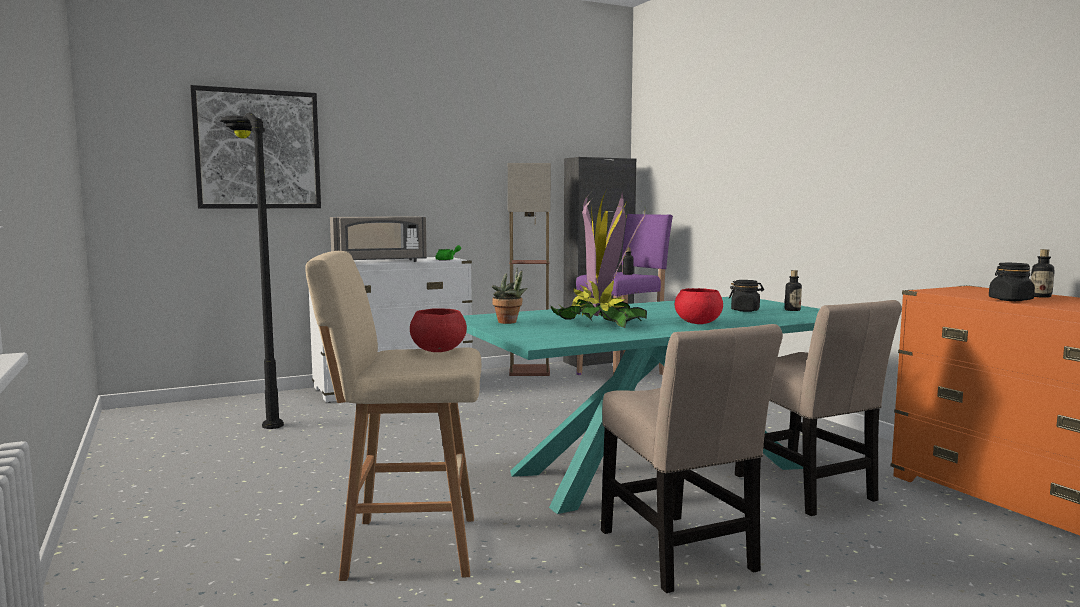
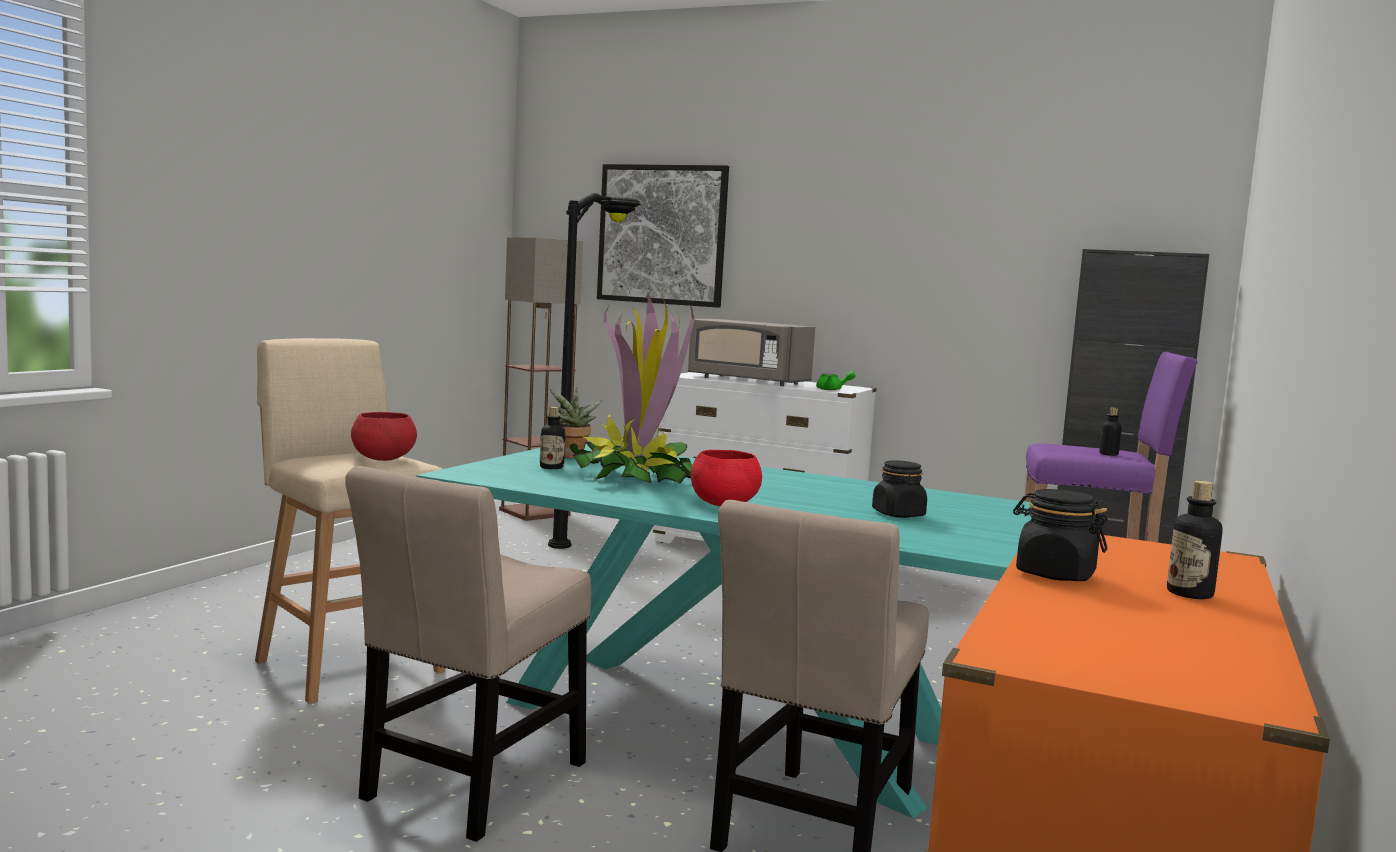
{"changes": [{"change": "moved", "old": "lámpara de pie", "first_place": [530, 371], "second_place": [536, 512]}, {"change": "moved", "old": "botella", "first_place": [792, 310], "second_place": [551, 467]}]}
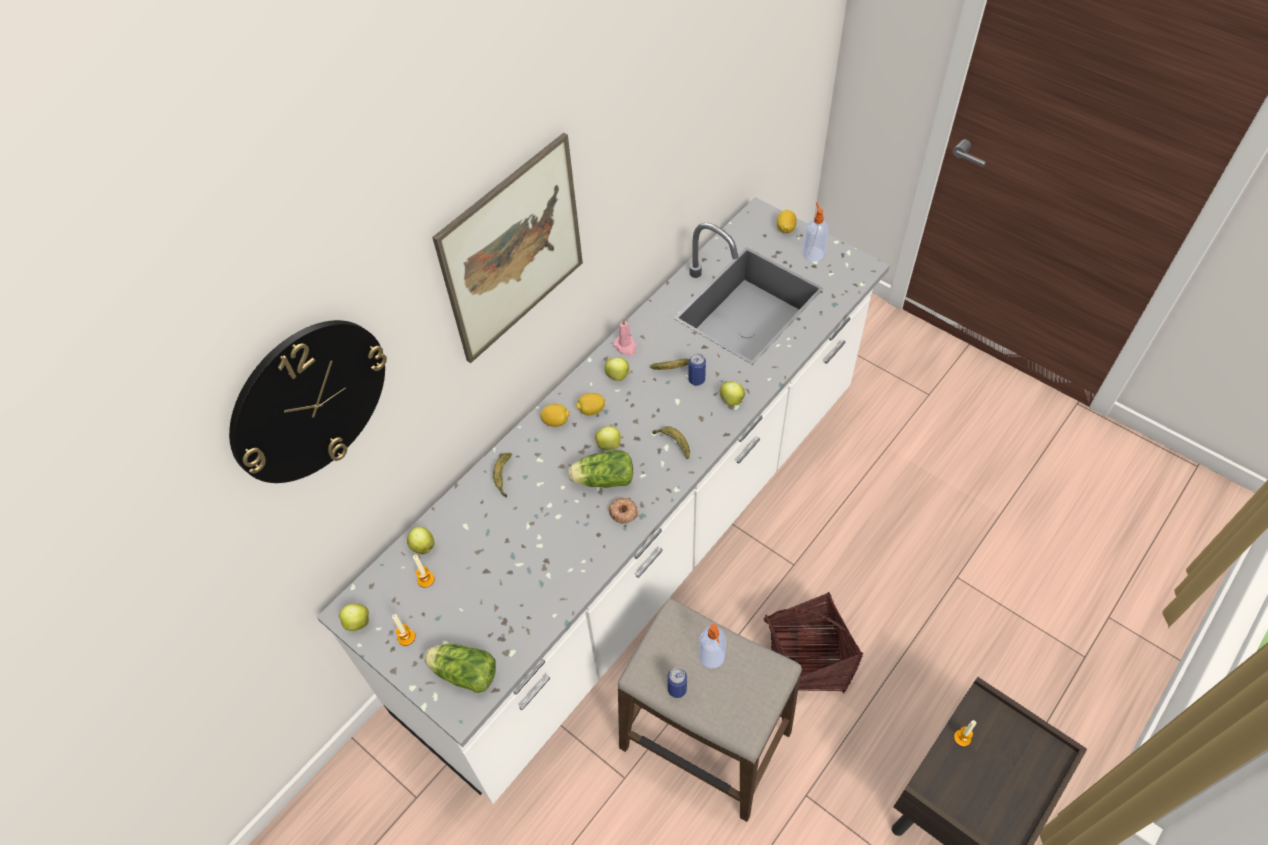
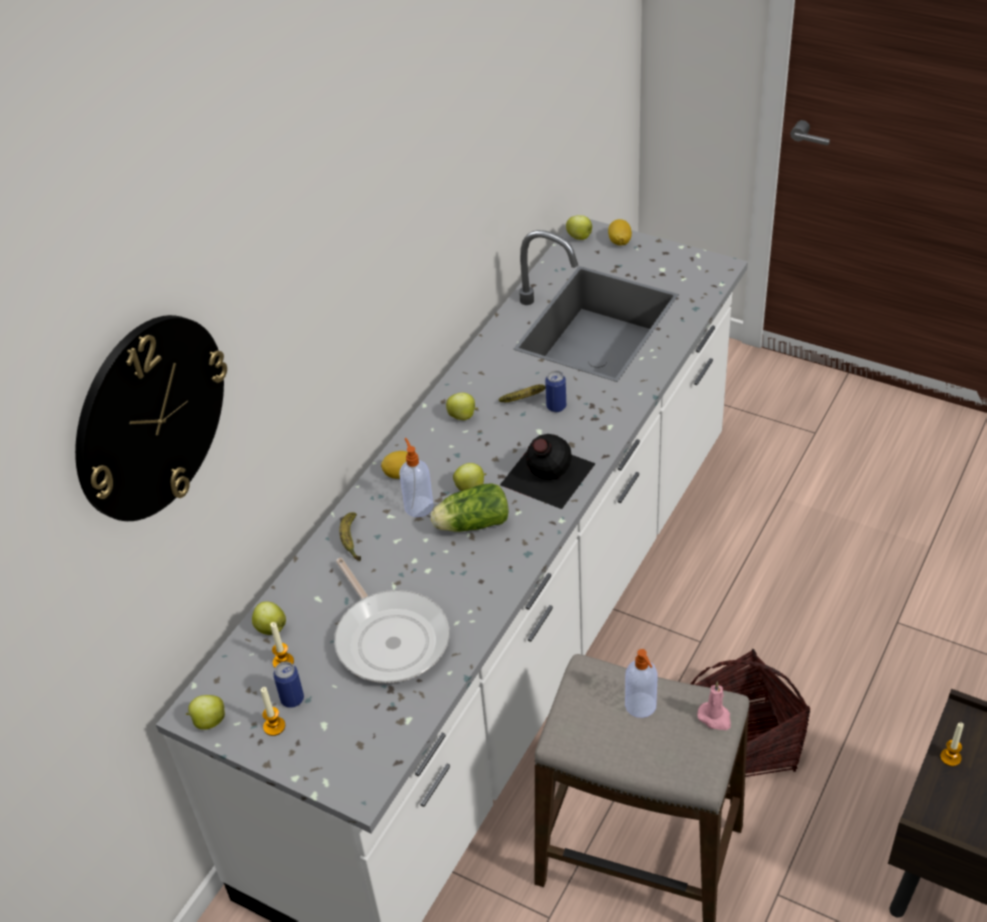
{"changes": [{"change": "moved", "old": "lata", "first_place": [677, 689], "second_place": [292, 699]}, {"change": "added", "new": "sartén", "second_place": [390, 638]}, {"change": "moved", "old": "dispensador de jabón", "first_place": [813, 253], "second_place": [418, 506]}, {"change": "replaced", "old": "plátano", "new": "botella/negro", "first_place": [673, 443], "second_place": [546, 474]}, {"change": "moved", "old": "manzana", "first_place": [732, 401], "second_place": [580, 237]}, {"change": "moved", "old": "vela/rosa", "first_place": [626, 346], "second_place": [715, 717]}, {"change": "removed", "old": "lechuga", "first_place": [462, 672]}, {"change": "removed", "old": "cuadro", "first_place": [513, 250]}, {"change": "removed", "old": "limón", "first_place": [591, 410]}, {"change": "removed", "old": "rosquilla", "first_place": [623, 512]}]}
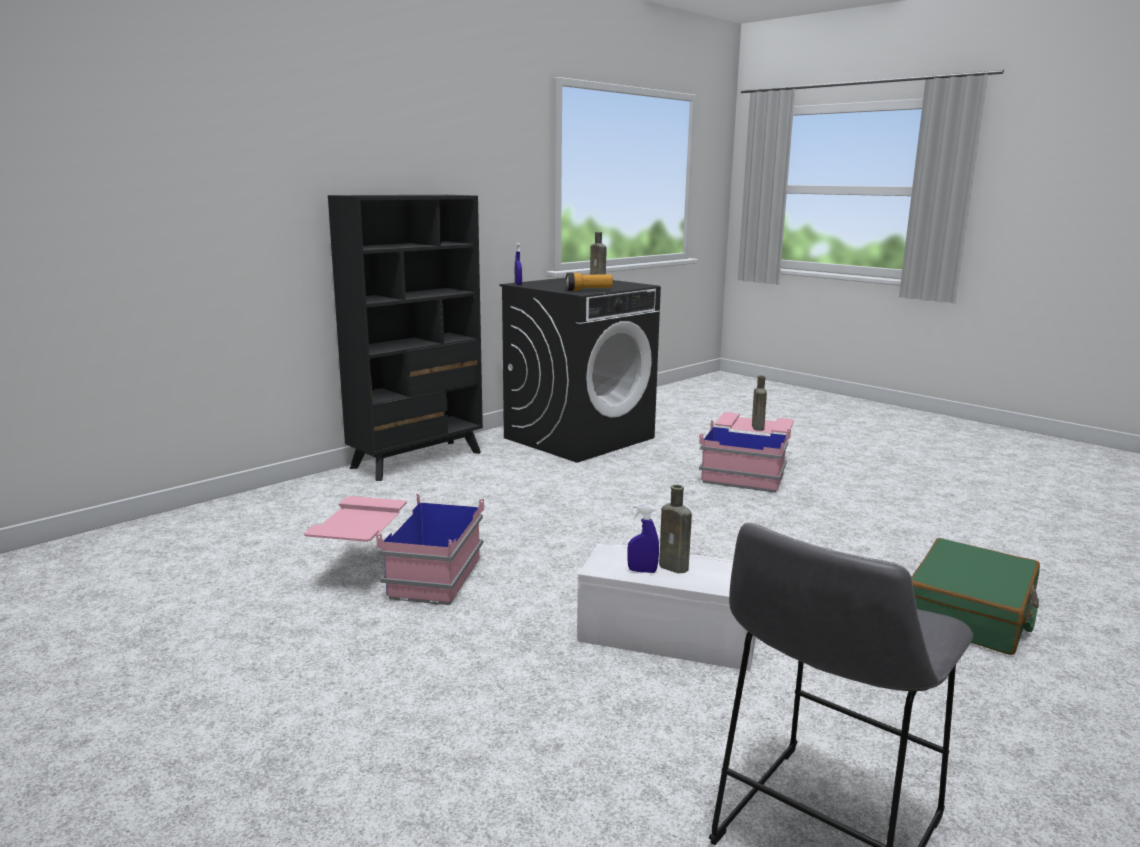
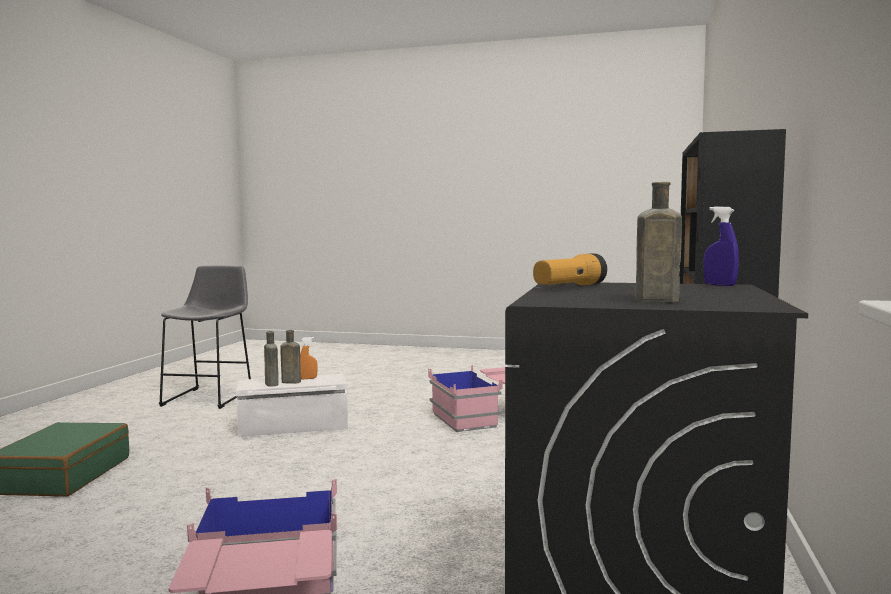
{"changes": [{"change": "moved", "old": "botella/marrón", "first_place": [757, 427], "second_place": [272, 384]}, {"change": "recoloured", "old": "pulverizador/azul", "new": "pulverizador/naranja", "first_place": [642, 571], "second_place": [308, 378]}]}
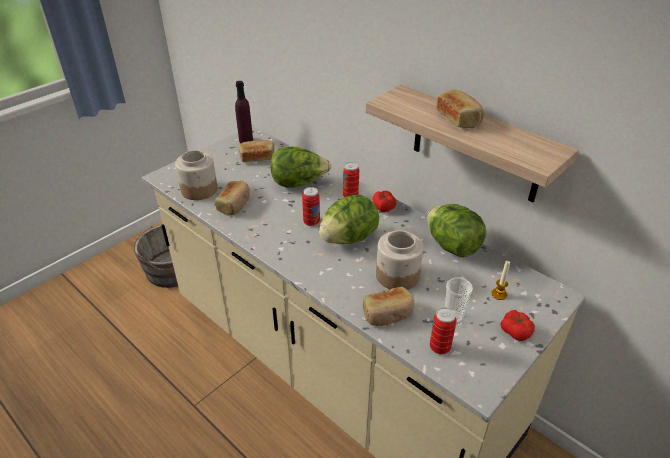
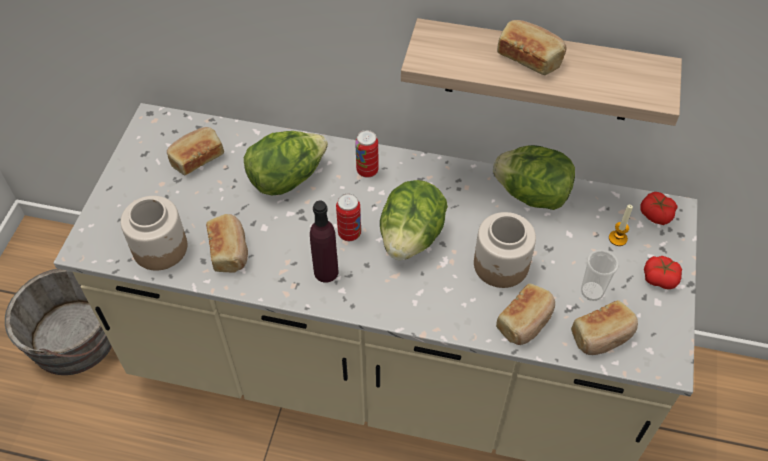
{"changes": [{"change": "moved", "old": "botella/morado", "first_place": [246, 140], "second_place": [326, 272]}, {"change": "replaced", "old": "lata", "new": "pan", "first_place": [439, 347], "second_place": [602, 336]}, {"change": "moved", "old": "tomate", "first_place": [383, 207], "second_place": [656, 214]}]}
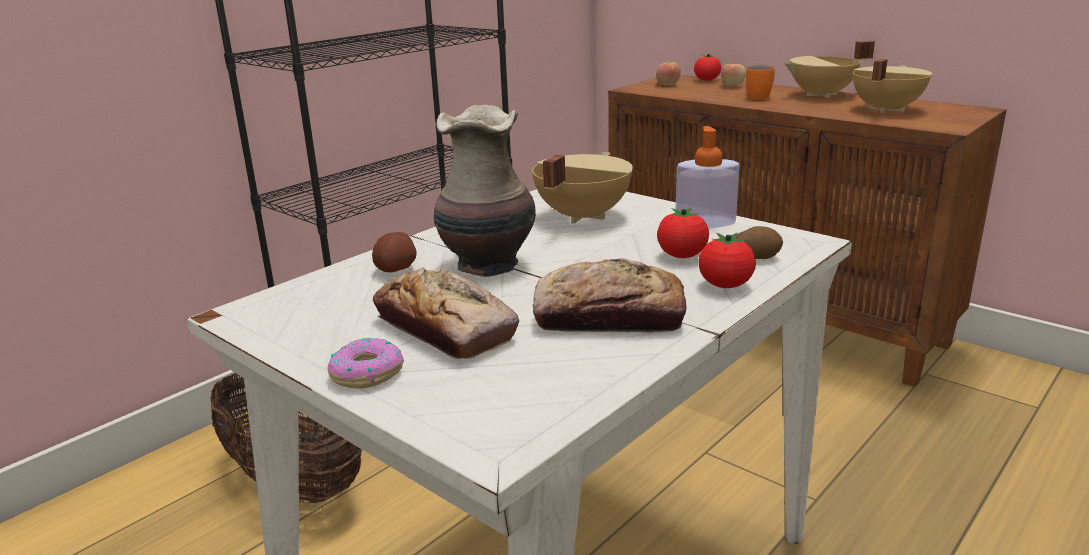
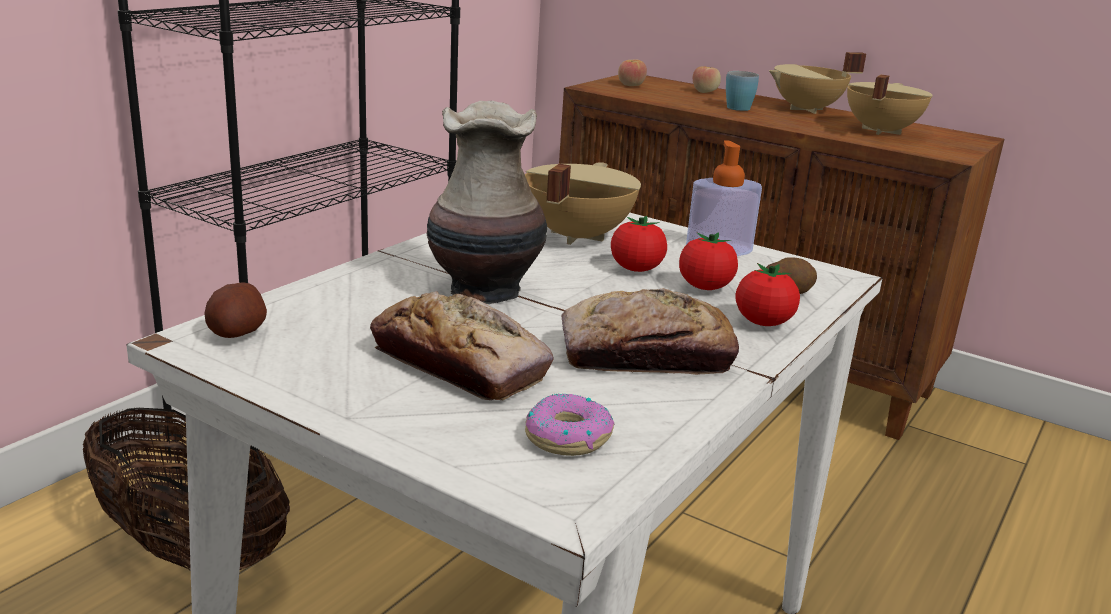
{"changes": [{"change": "moved", "old": "patata", "first_place": [396, 269], "second_place": [238, 332]}, {"change": "moved", "old": "rosquilla", "first_place": [366, 373], "second_place": [567, 436]}, {"change": "moved", "old": "tomate", "first_place": [707, 80], "second_place": [636, 269]}, {"change": "recoloured", "old": "taza grande/naranja", "new": "taza grande/azul", "first_place": [755, 96], "second_place": [735, 106]}]}
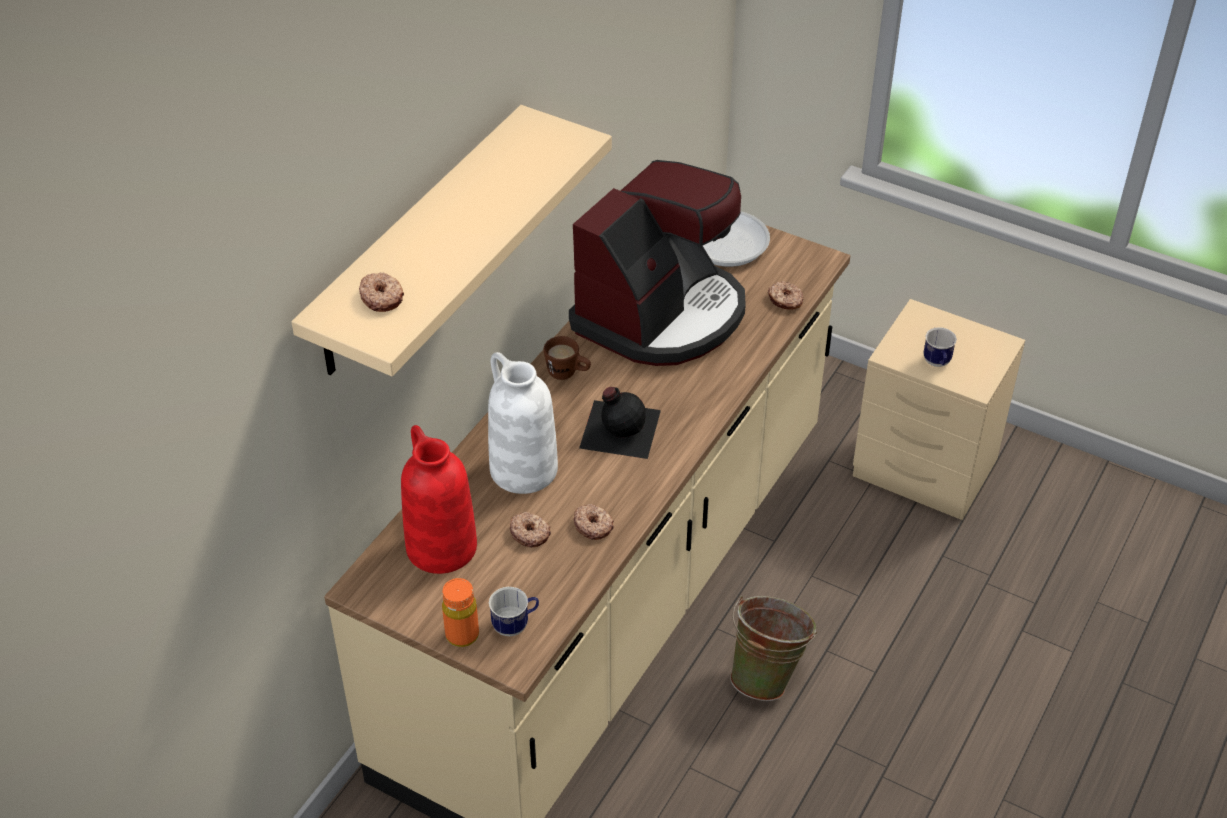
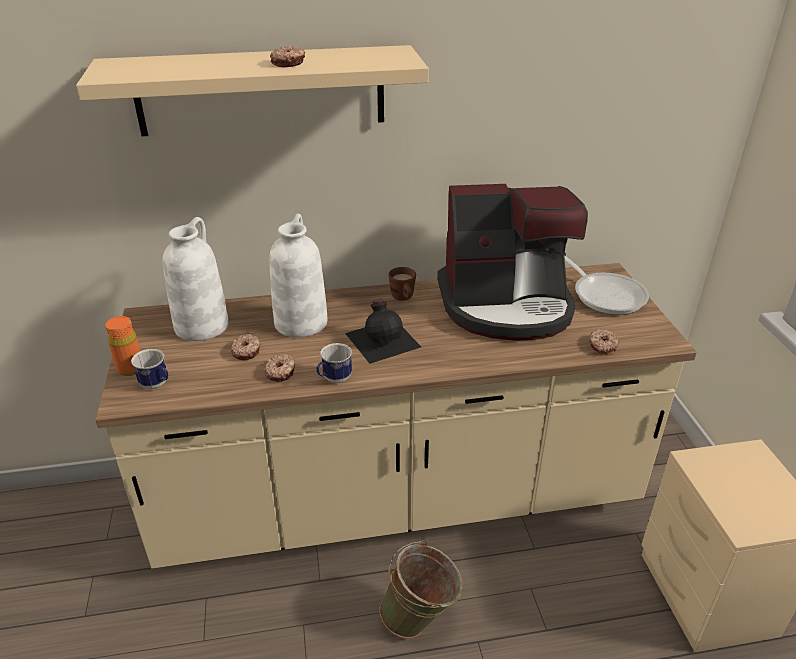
{"changes": [{"change": "recoloured", "old": "florero/rojo", "new": "florero/blanco", "first_place": [440, 546], "second_place": [201, 325]}, {"change": "moved", "old": "rosquilla", "first_place": [382, 297], "second_place": [289, 63]}, {"change": "moved", "old": "taza grande", "first_place": [937, 364], "second_place": [334, 379]}]}
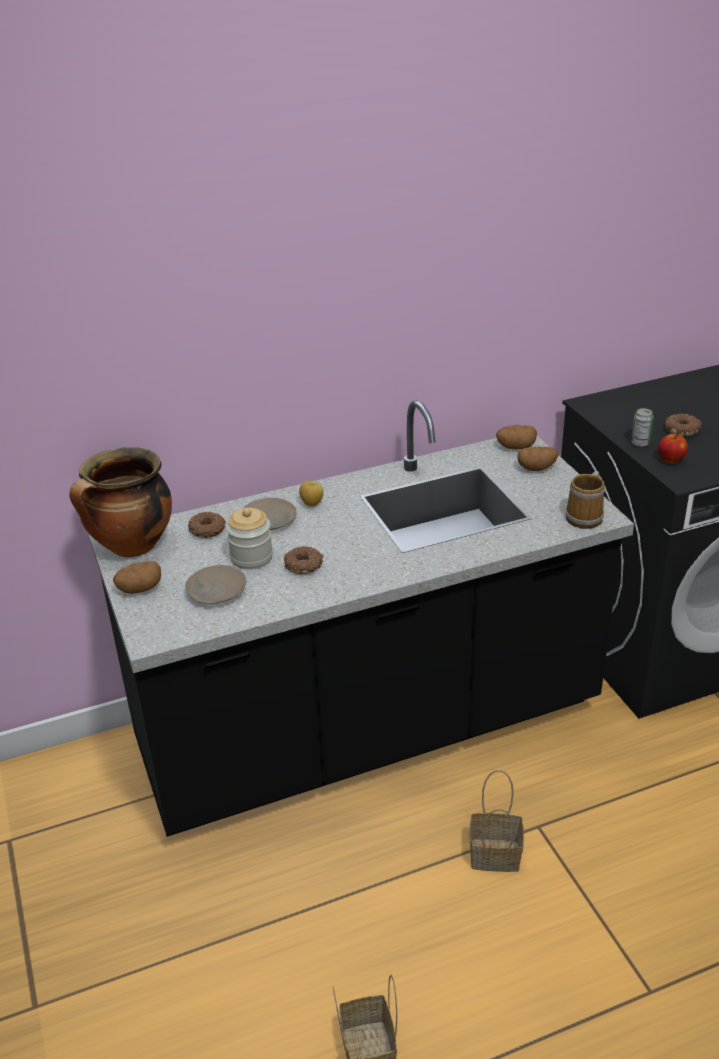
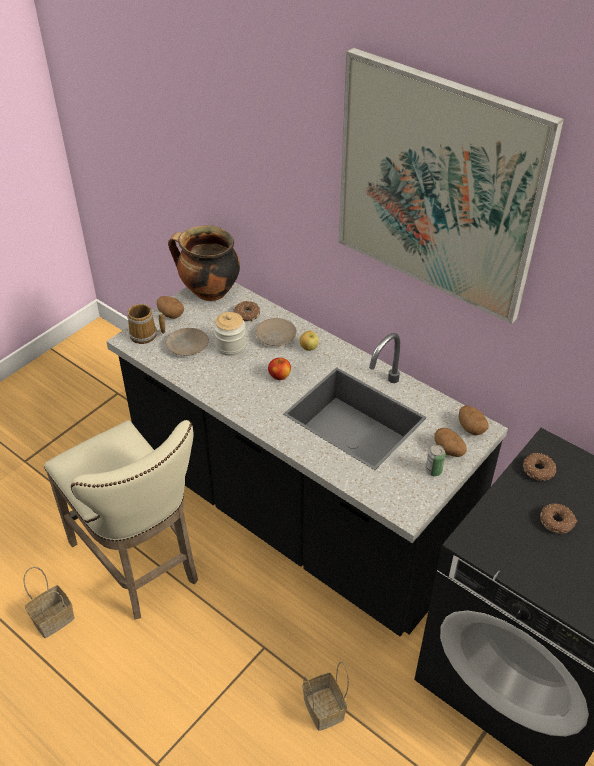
{"changes": [{"change": "added", "new": "taburete/beis", "second_place": [139, 565]}, {"change": "moved", "old": "taza grande", "first_place": [586, 517], "second_place": [145, 335]}, {"change": "moved", "old": "manzana", "first_place": [670, 460], "second_place": [279, 376]}, {"change": "moved", "old": "cesta", "first_place": [496, 854], "second_place": [325, 709]}, {"change": "added", "new": "cuadro", "second_place": [437, 187]}, {"change": "moved", "old": "lata", "first_place": [640, 443], "second_place": [433, 471]}, {"change": "moved", "old": "rosquilla", "first_place": [304, 565], "second_place": [538, 471]}]}
